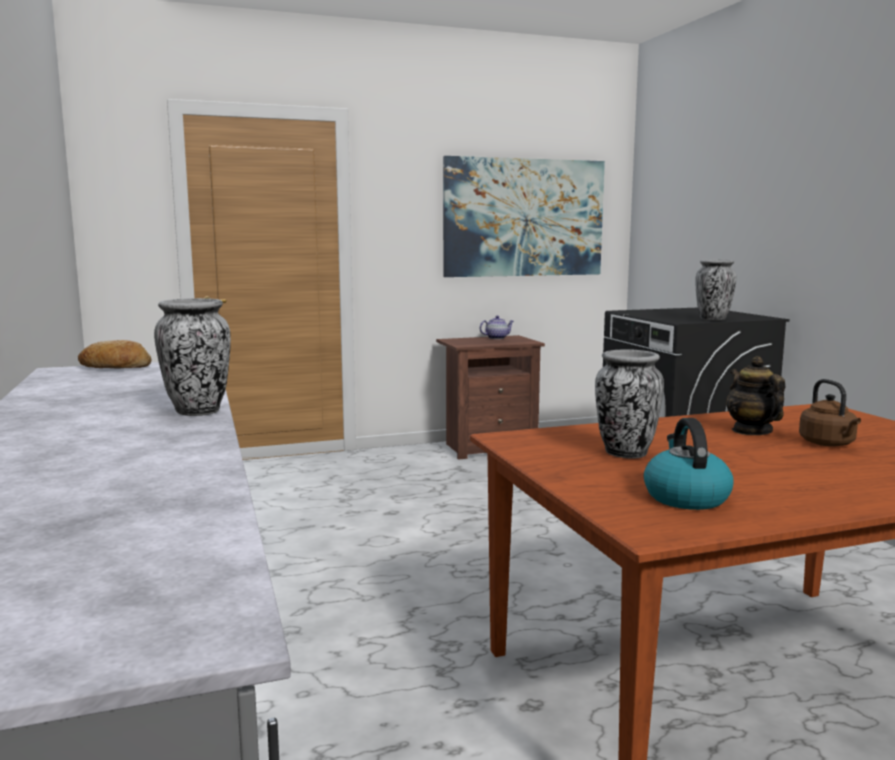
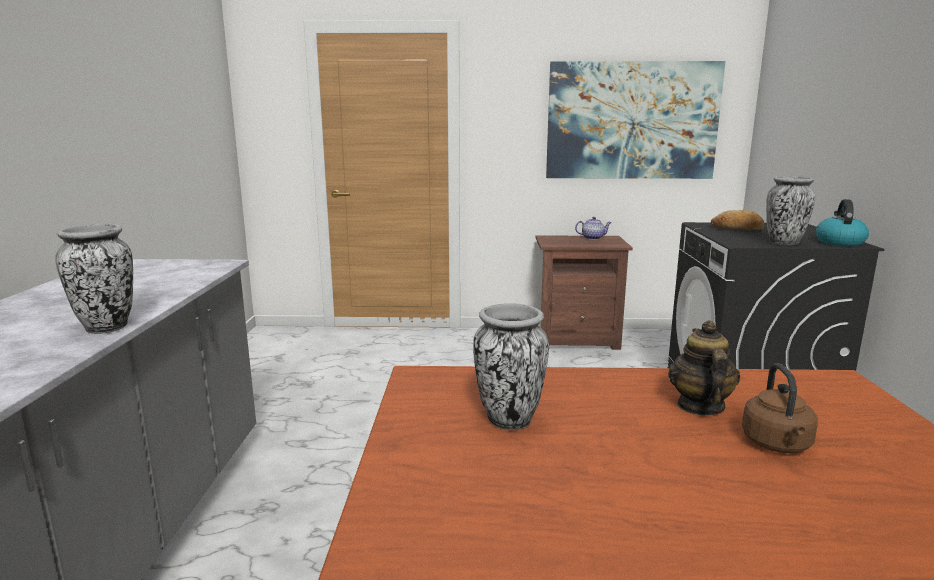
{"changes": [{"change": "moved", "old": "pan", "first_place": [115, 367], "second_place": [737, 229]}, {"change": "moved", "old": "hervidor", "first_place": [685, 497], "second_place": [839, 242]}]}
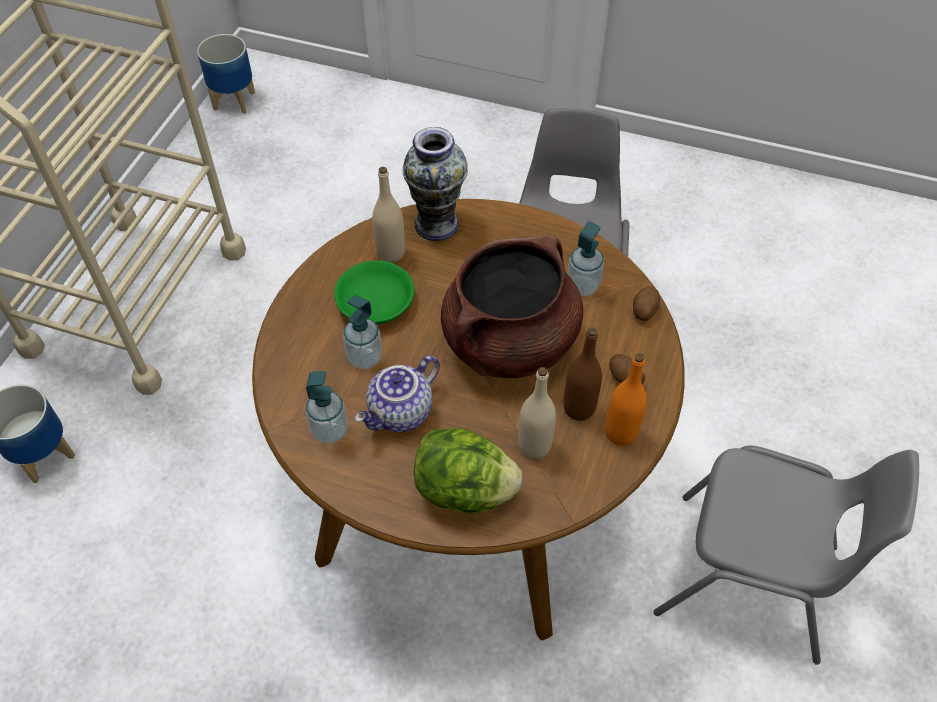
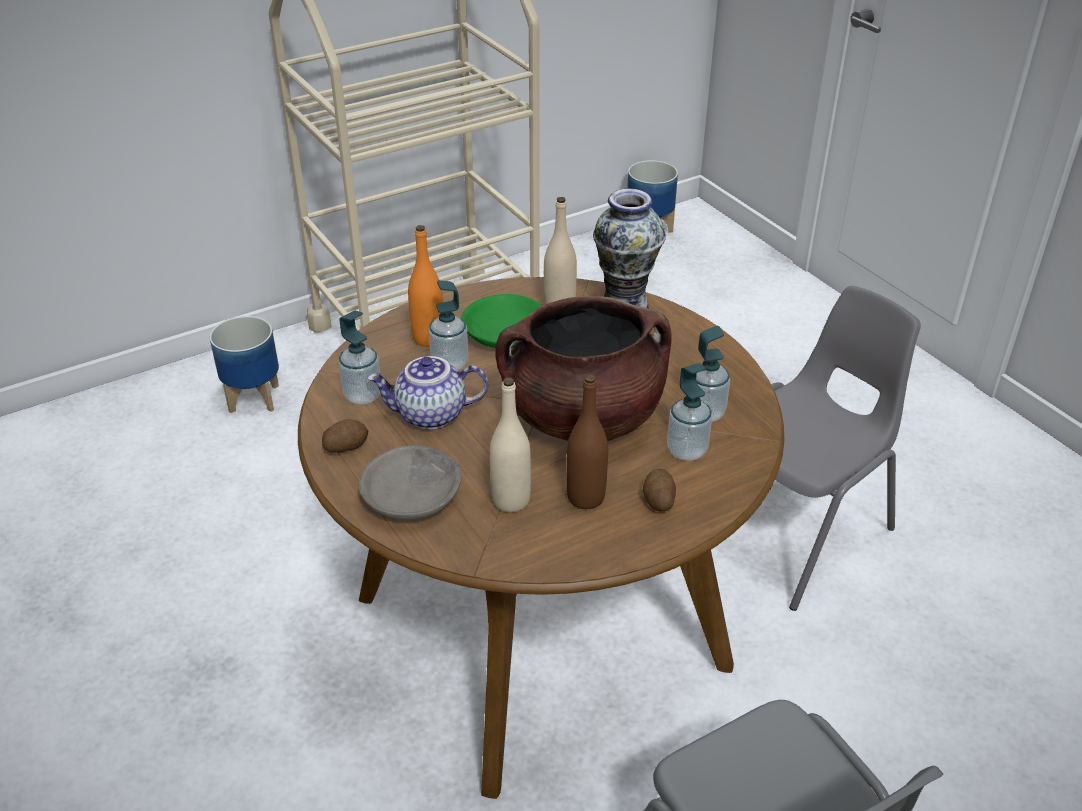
{"changes": [{"change": "moved", "old": "patata", "first_place": [644, 310], "second_place": [345, 446]}, {"change": "replaced", "old": "lechuga", "new": "cuenco/gris", "first_place": [465, 490], "second_place": [413, 495]}, {"change": "moved", "old": "botella/naranja", "first_place": [620, 433], "second_place": [428, 338]}, {"change": "added", "new": "dispensador de jabón", "second_place": [686, 451]}]}
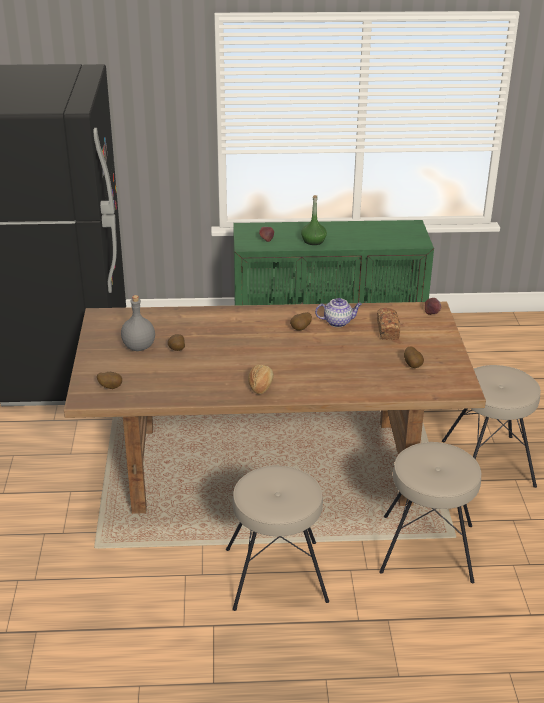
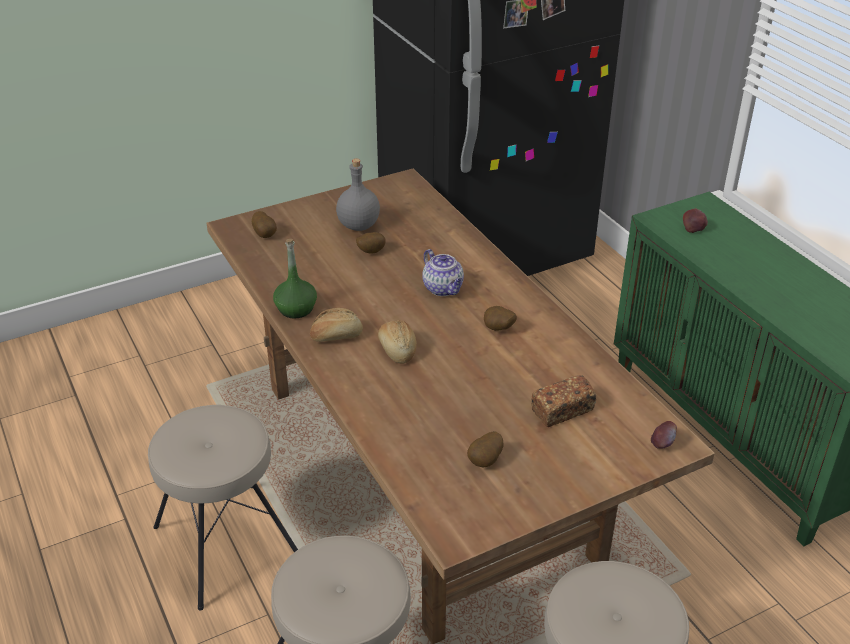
{"changes": [{"change": "moved", "old": "botella/verde", "first_place": [313, 241], "second_place": [296, 309]}, {"change": "added", "new": "pan", "second_place": [397, 349]}, {"change": "moved", "old": "tetera", "first_place": [338, 322], "second_place": [444, 289]}]}
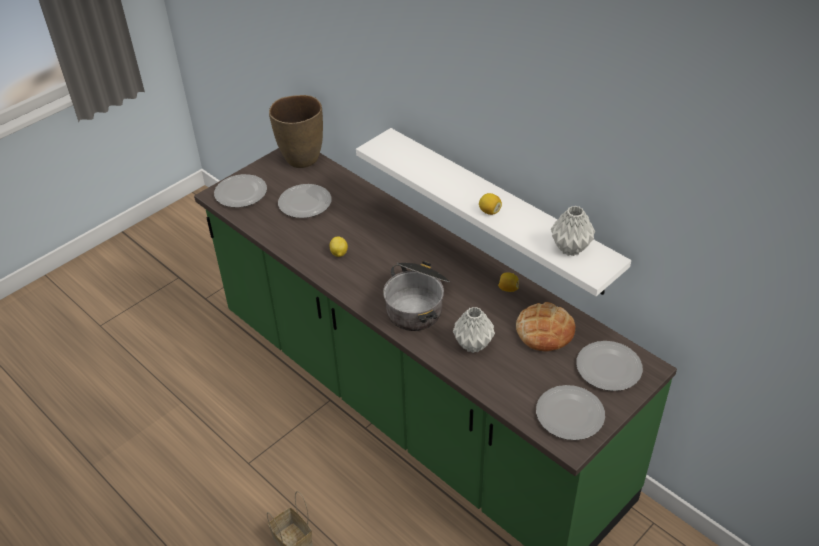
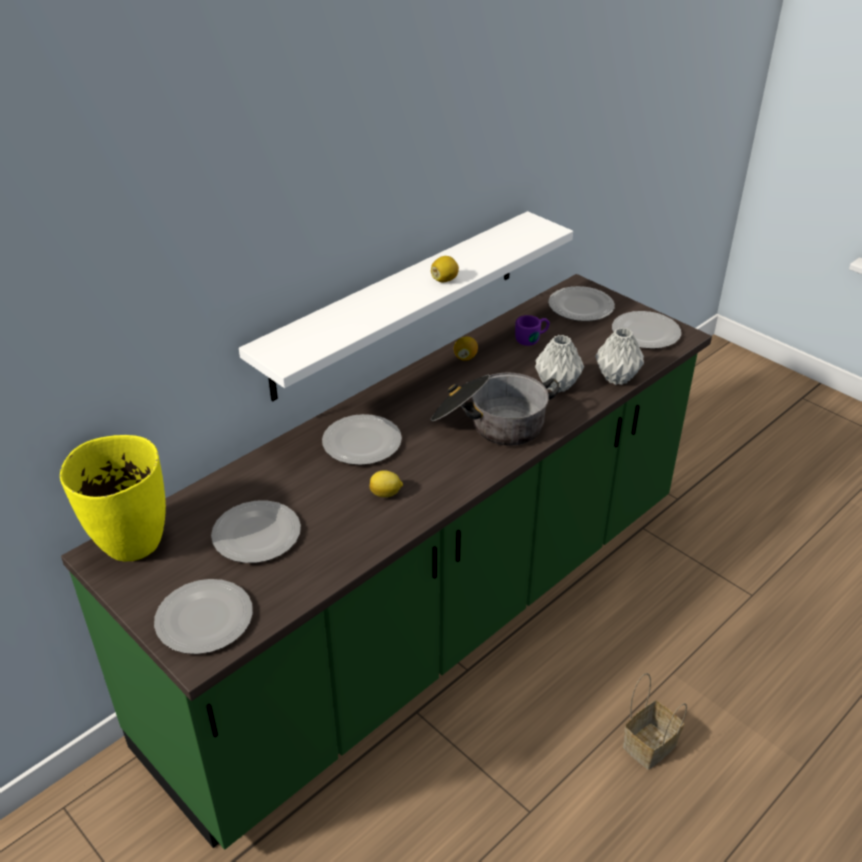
{"changes": [{"change": "recoloured", "old": "florero/marrón", "new": "florero/amarillo", "first_place": [301, 159], "second_place": [131, 544]}, {"change": "added", "new": "plato", "second_place": [362, 443]}, {"change": "replaced", "old": "pan", "new": "taza grande/morado", "first_place": [544, 331], "second_place": [532, 338]}, {"change": "moved", "old": "florero/gris", "first_place": [570, 249], "second_place": [617, 378]}]}
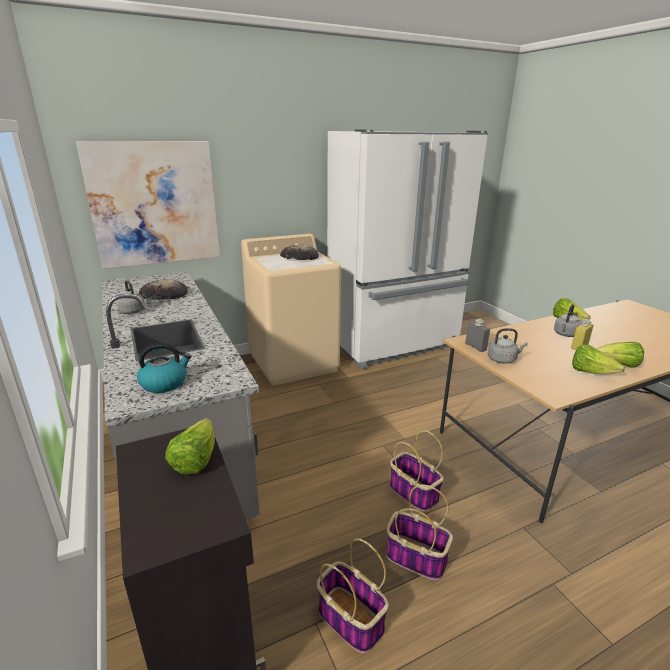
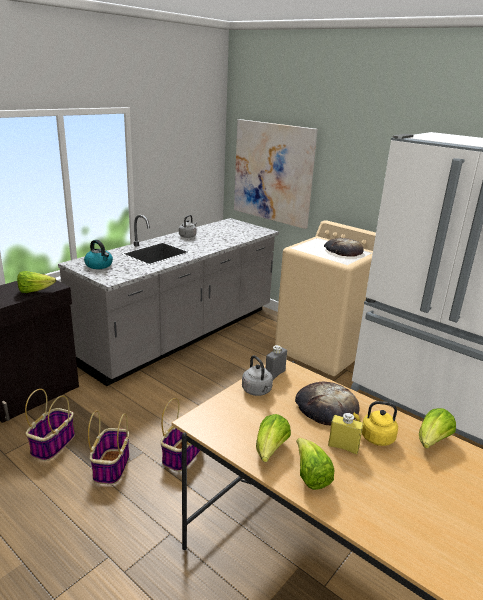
{"changes": [{"change": "moved", "old": "pan", "first_place": [163, 294], "second_place": [326, 407]}, {"change": "recoloured", "old": "hervidor/gris", "new": "hervidor/amarillo", "first_place": [565, 334], "second_place": [375, 437]}]}
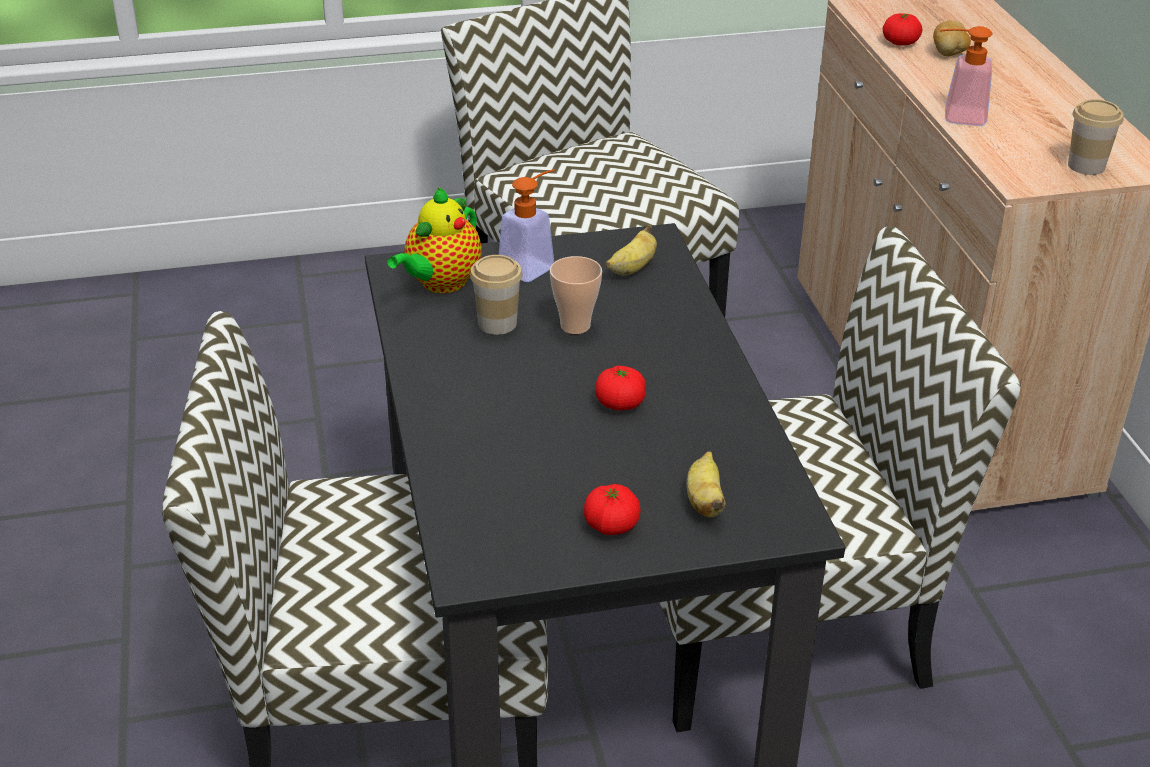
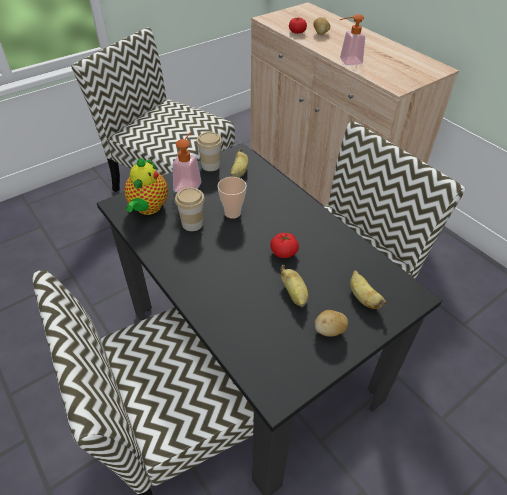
{"changes": [{"change": "moved", "old": "taza", "first_place": [1086, 166], "second_place": [210, 165]}, {"change": "added", "new": "plátano", "second_place": [294, 294]}, {"change": "replaced", "old": "tomate", "new": "patata", "first_place": [611, 525], "second_place": [329, 331]}]}
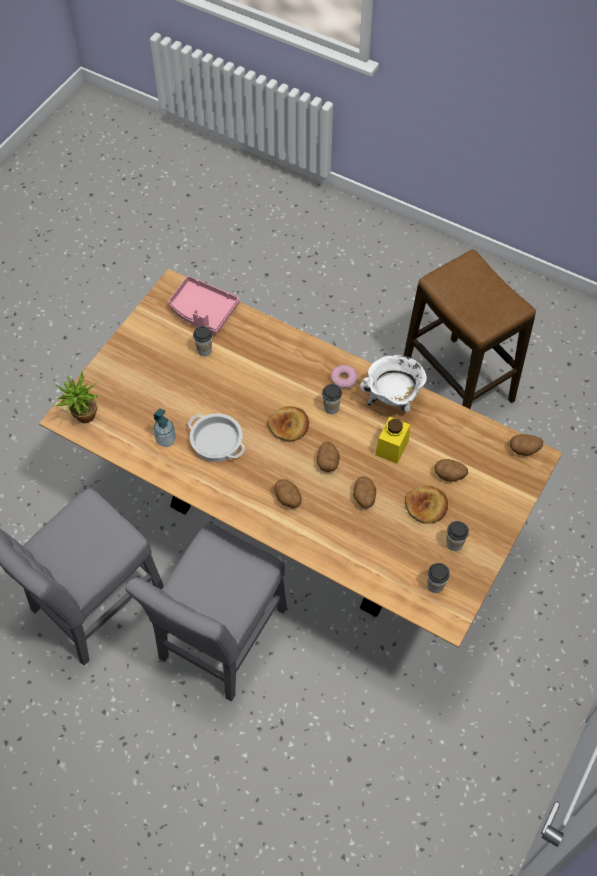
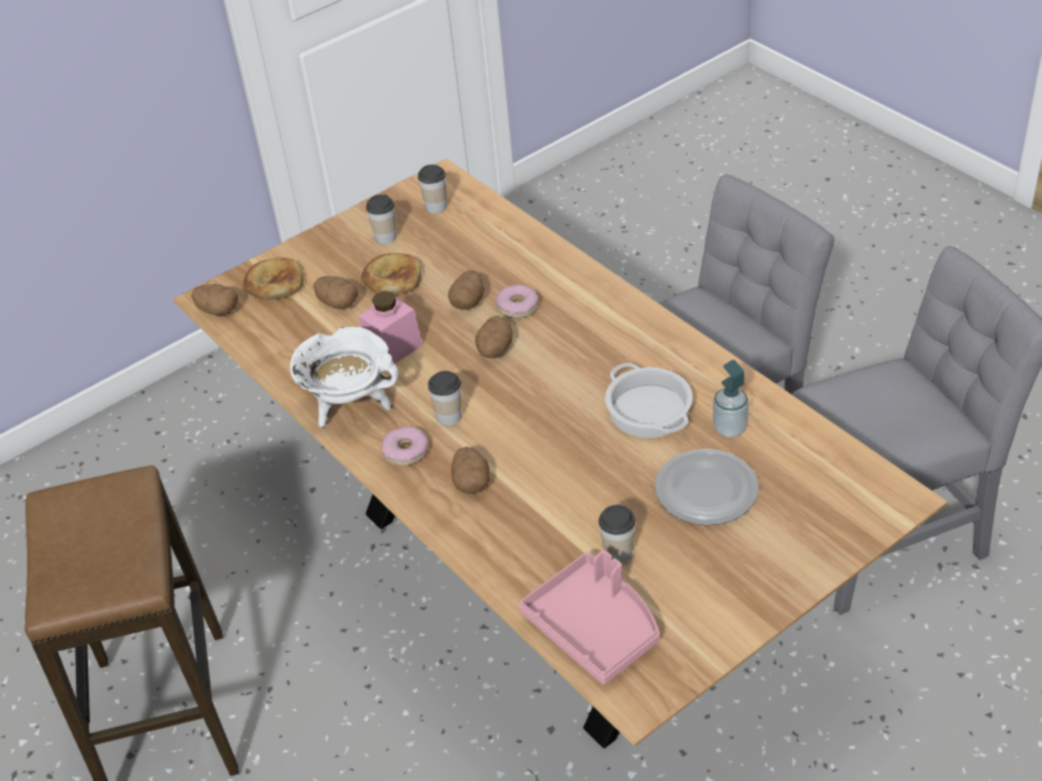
{"changes": [{"change": "moved", "old": "pan", "first_place": [289, 425], "second_place": [274, 283]}, {"change": "recoloured", "old": "tarro/amarillo", "new": "tarro/rosa", "first_place": [392, 447], "second_place": [393, 349]}, {"change": "moved", "old": "patata", "first_place": [288, 499], "second_place": [471, 482]}, {"change": "added", "new": "rosquilla", "second_place": [517, 307]}, {"change": "added", "new": "plato", "second_place": [707, 490]}, {"change": "removed", "old": "planta en maceta", "first_place": [84, 418]}]}
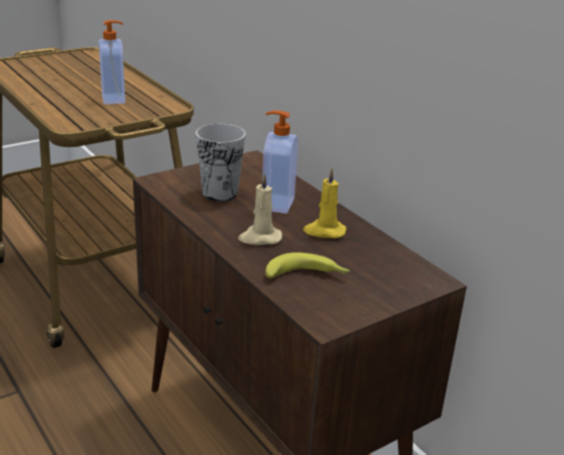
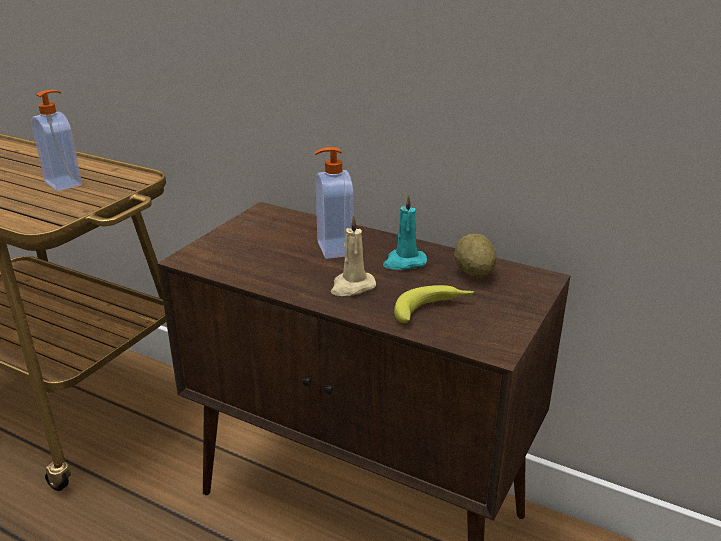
{"changes": [{"change": "recoloured", "old": "vela/amarillo", "new": "vela/turquesa", "first_place": [324, 231], "second_place": [404, 262]}, {"change": "added", "new": "patata", "second_place": [474, 273]}, {"change": "removed", "old": "taza", "first_place": [220, 193]}]}
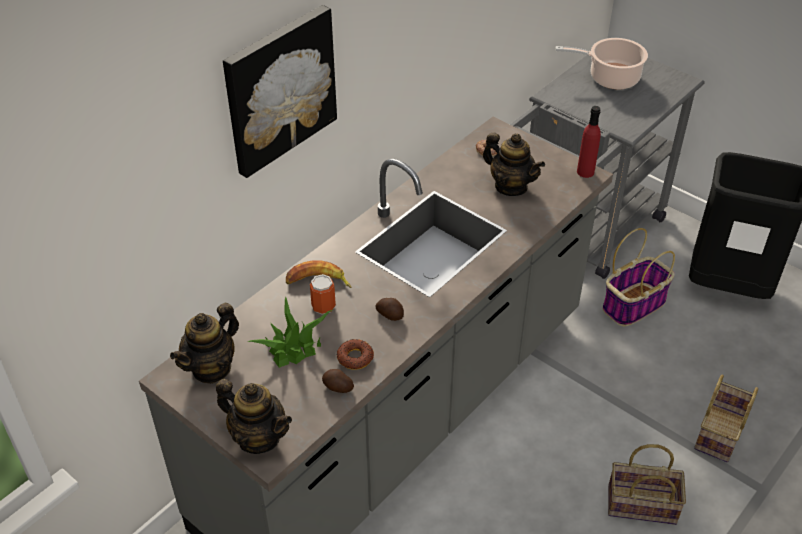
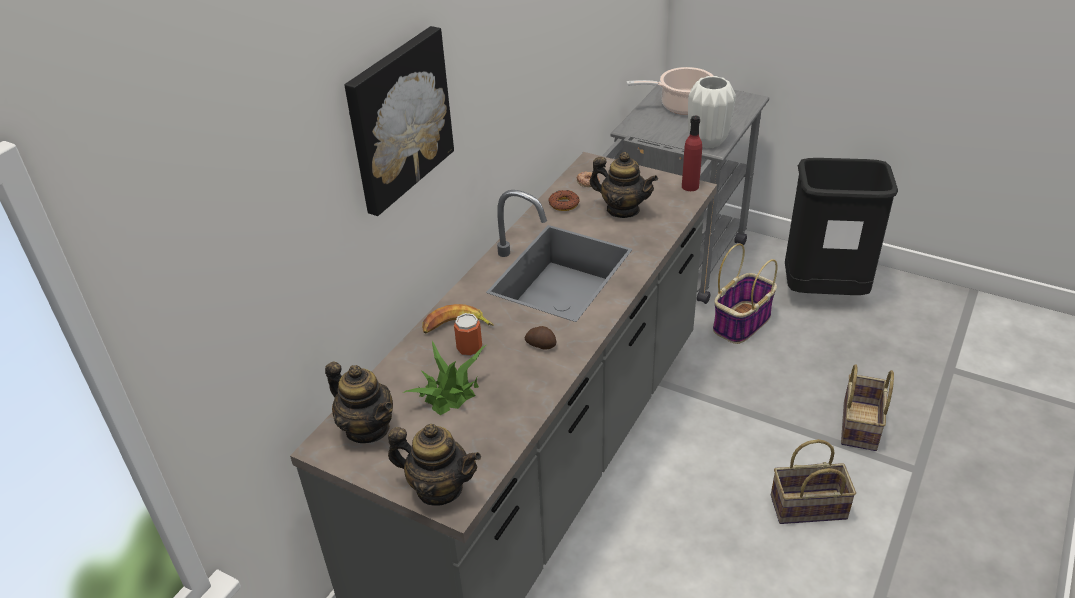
{"changes": [{"change": "turned", "old": "tetera", "first_place": [211, 368], "second_place": [367, 428], "degrees": -75}, {"change": "moved", "old": "rosquilla", "first_place": [355, 357], "second_place": [564, 204]}, {"change": "added", "new": "florero/blanco", "second_place": [707, 141]}, {"change": "removed", "old": "patata", "first_place": [337, 387]}]}
